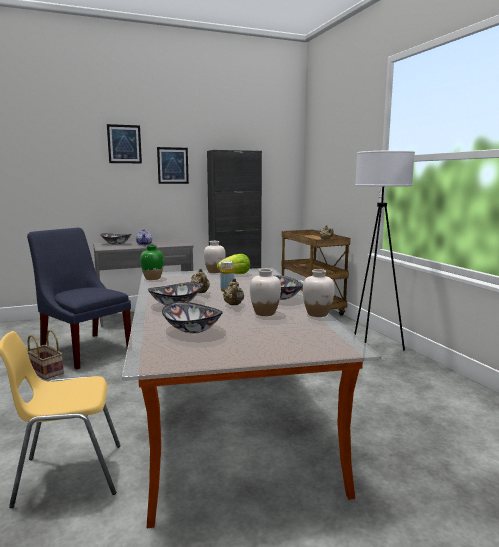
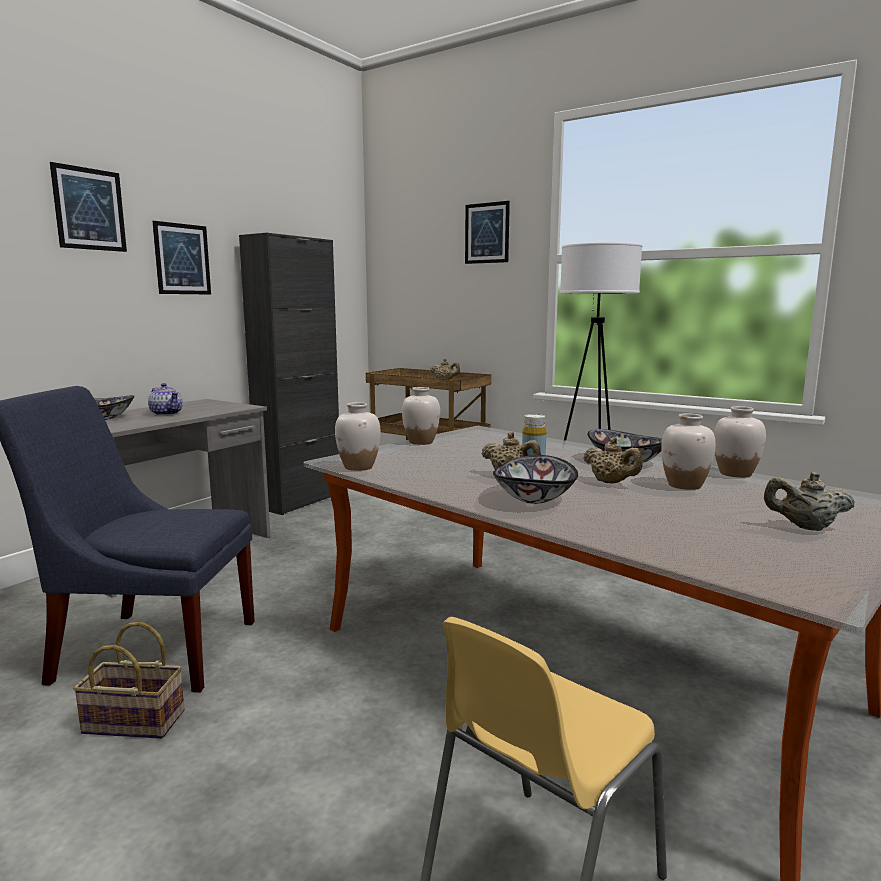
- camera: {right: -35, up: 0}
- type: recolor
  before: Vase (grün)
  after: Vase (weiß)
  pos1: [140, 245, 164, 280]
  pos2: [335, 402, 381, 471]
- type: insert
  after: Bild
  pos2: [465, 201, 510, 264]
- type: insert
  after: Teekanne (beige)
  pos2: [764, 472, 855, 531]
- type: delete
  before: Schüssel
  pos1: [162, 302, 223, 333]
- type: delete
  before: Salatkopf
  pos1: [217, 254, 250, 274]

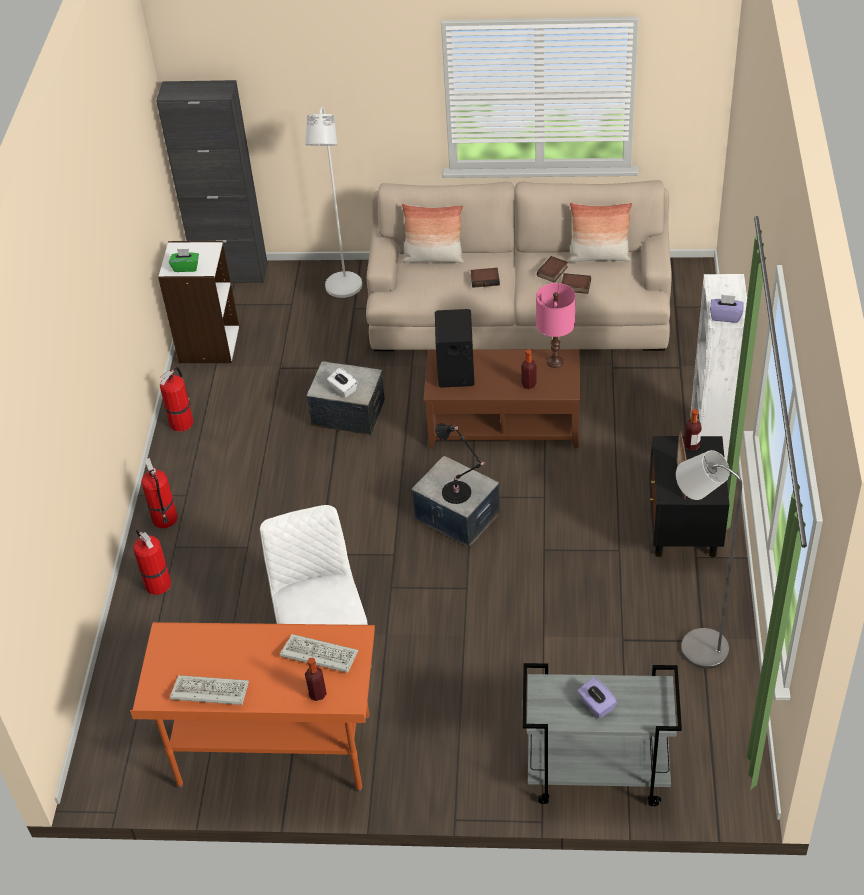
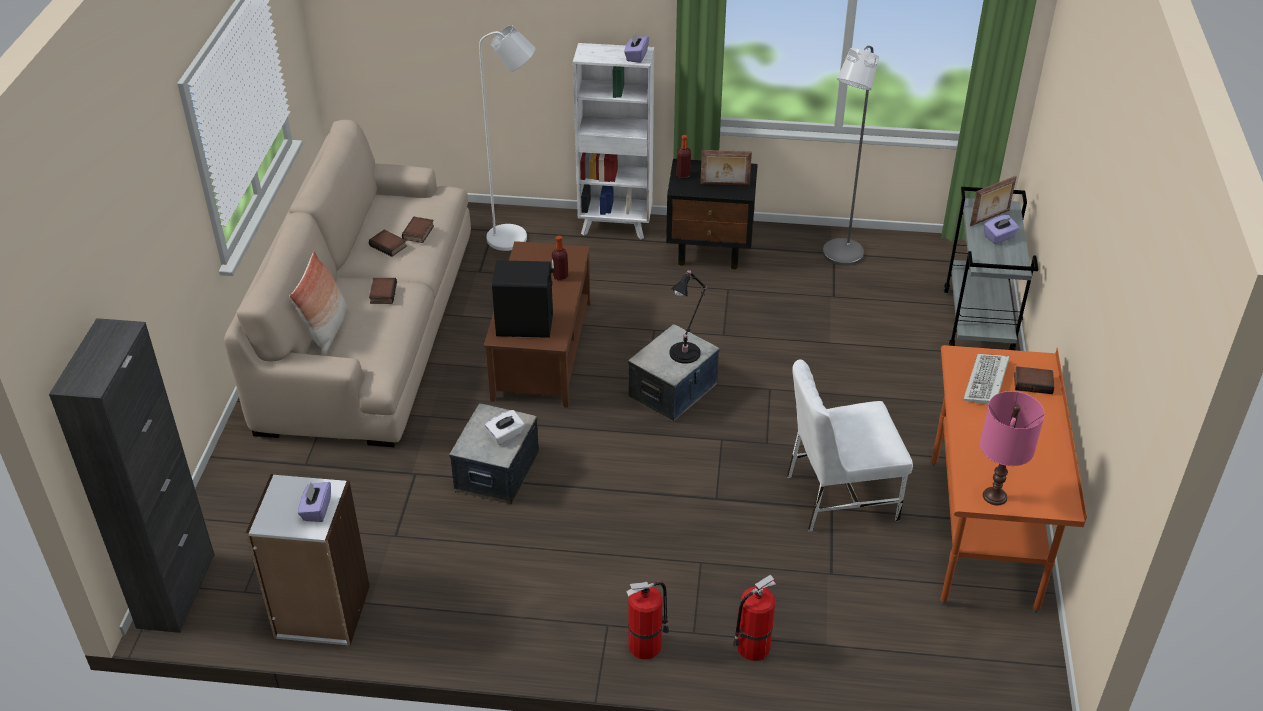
- camera: {right: -90, up: -5}
- type: recolor
  before: Taschentuchbox (grün)
  after: Taschentuchbox (lila)
  pos1: [169, 249, 199, 272]
  pos2: [298, 482, 331, 522]
- type: move
  before: Stehlampe (weiß)
  pos1: [305, 107, 362, 298]
  pos2: [479, 25, 536, 251]
- type: insert
  after: Bilderrahmen
  pos2: [970, 176, 1017, 226]
- type: move
  before: Tischlampe (rosa)
  pos1: [536, 283, 575, 368]
  pos2: [980, 391, 1045, 505]
- type: replace
  before: Flasche
  after: Buch
  pos1: [305, 658, 327, 701]
  pos2: [1014, 366, 1054, 394]
- type: delete
  before: Feuerlöscher
  pos1: [160, 367, 194, 432]
- type: delete
  before: Tastatur
  pos1: [170, 675, 249, 705]
- type: delete
  before: Kissen
  pos1: [568, 203, 632, 263]

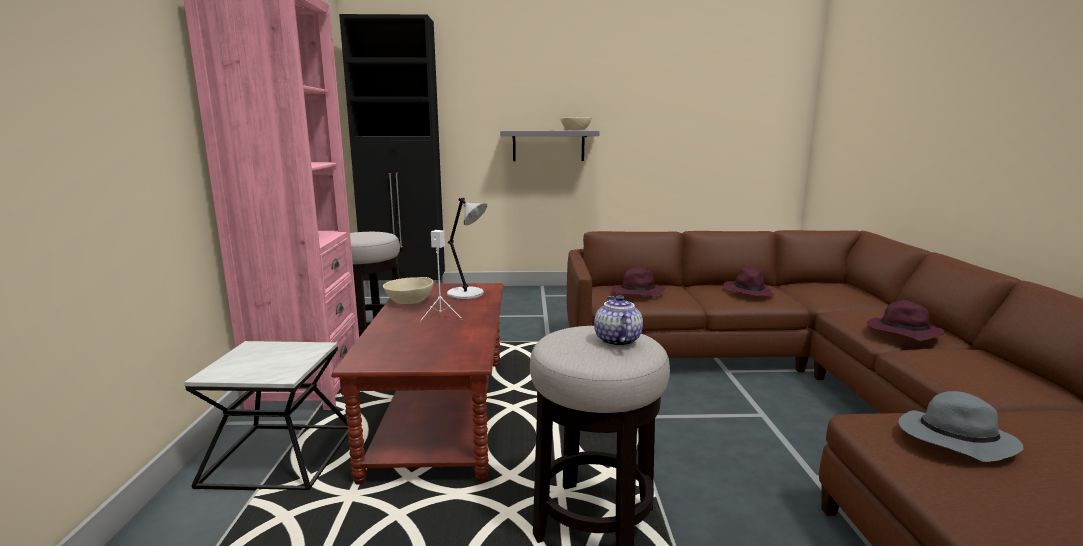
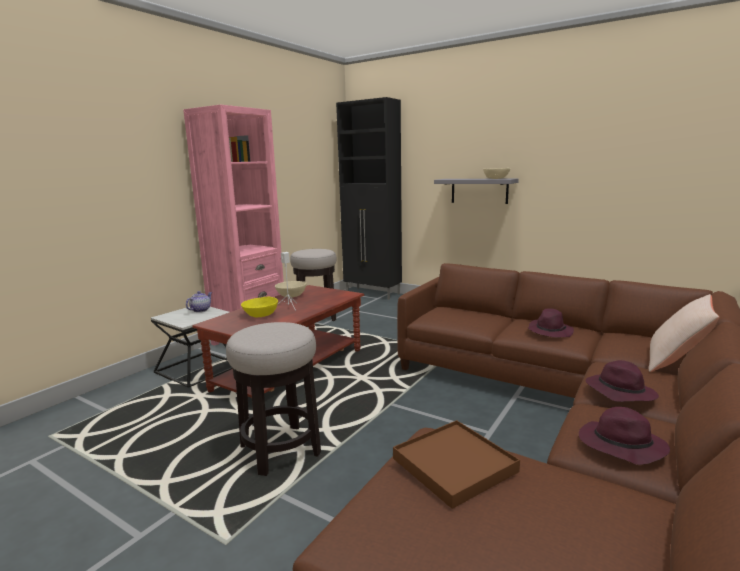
- camera: {right: 35, up: 0}
- type: move
  before: Teekanne
  pos1: [594, 295, 643, 347]
  pos2: [186, 291, 212, 312]
- type: insert
  after: Schüssel (gelb)
  pos2: [241, 297, 278, 317]
- type: replace
  before: Hut (grau)
  after: Tablett (braun)
  pos1: [899, 391, 1023, 462]
  pos2: [393, 420, 520, 509]
- type: move
  before: Hut (lila)
  pos1: [611, 267, 665, 297]
  pos2: [579, 407, 670, 465]
- type: insert
  after: Kissen (beige)
  pos2: [649, 294, 719, 372]
- type: delete
  before: Tischlampe (grau)
  pos1: [447, 198, 487, 299]

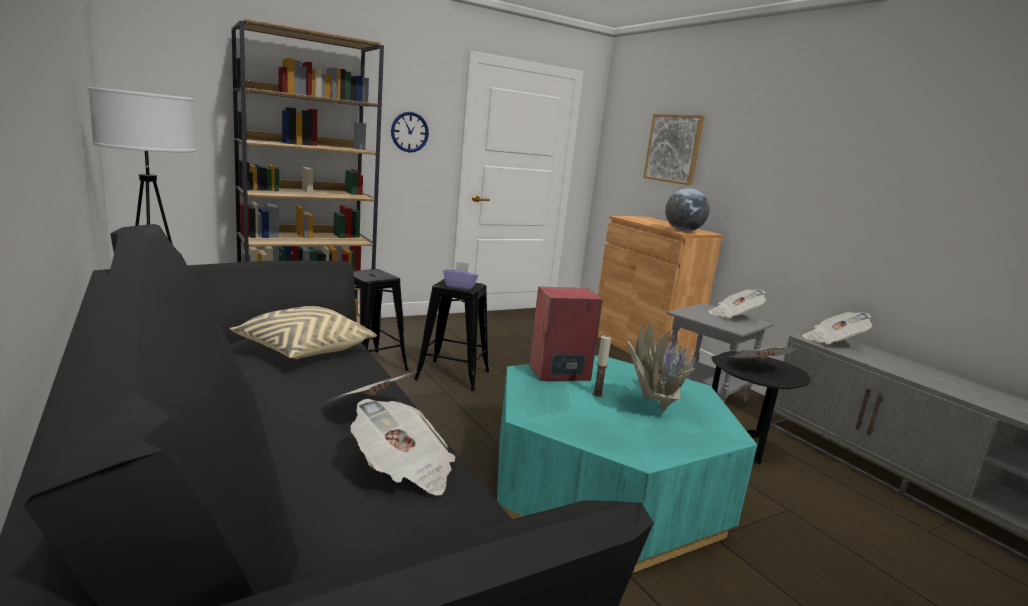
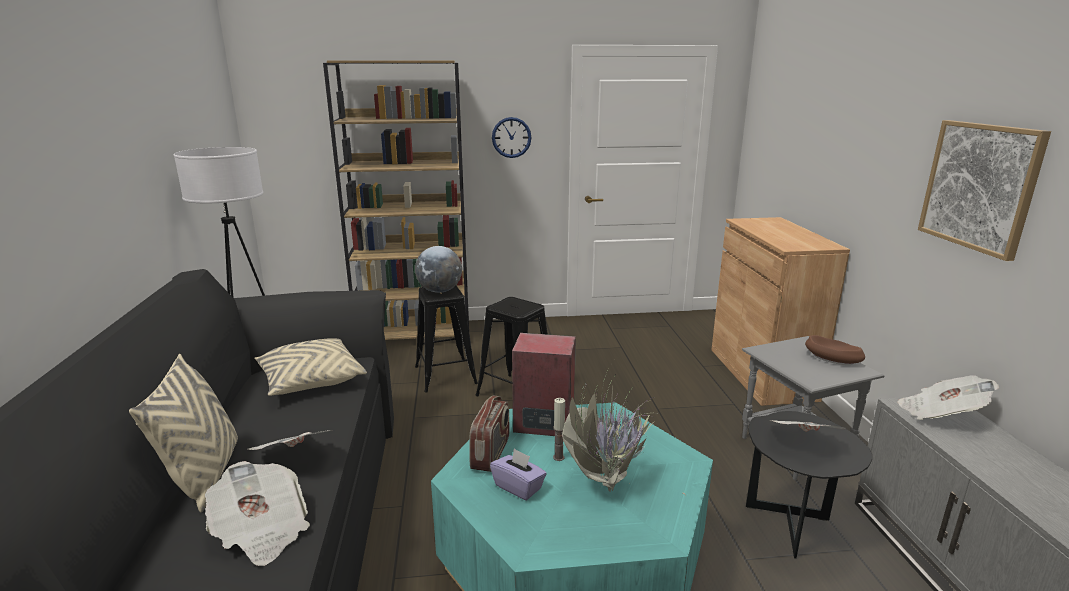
- camera: {right: 25, up: 5}
- type: insert
  after: Kissen (beige)
  pos2: [129, 354, 238, 512]
- type: move
  before: Globus
  pos1: [665, 188, 710, 232]
  pos2: [415, 246, 462, 293]
- type: insert
  after: Radio
  pos2: [469, 396, 510, 472]
- type: move
  before: Taschentuchbox (lila)
  pos1: [443, 262, 478, 290]
  pos2: [490, 448, 547, 500]
- type: replace
  before: Zeitung
  after: Schüssel (braun)
  pos1: [708, 289, 766, 318]
  pos2: [805, 335, 865, 365]
- type: move
  before: Bild
  pos1: [643, 114, 705, 185]
  pos2: [918, 120, 1051, 261]

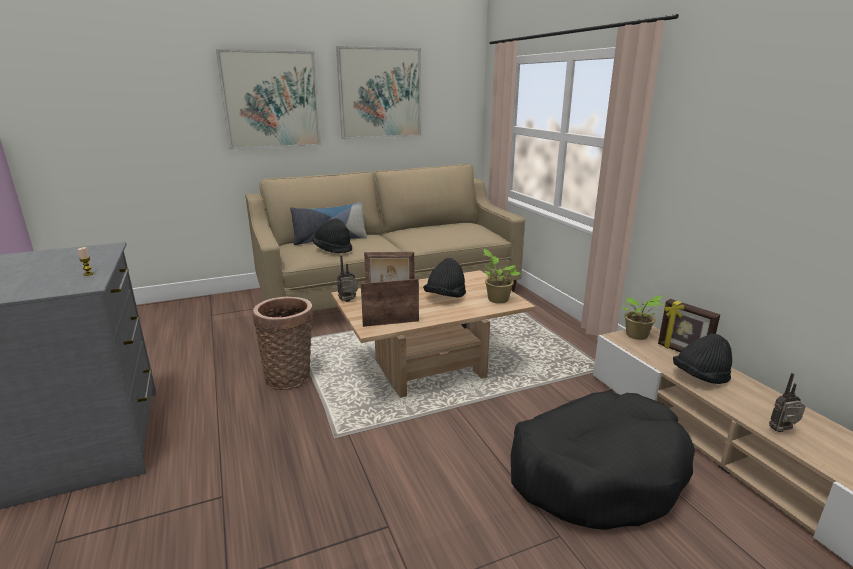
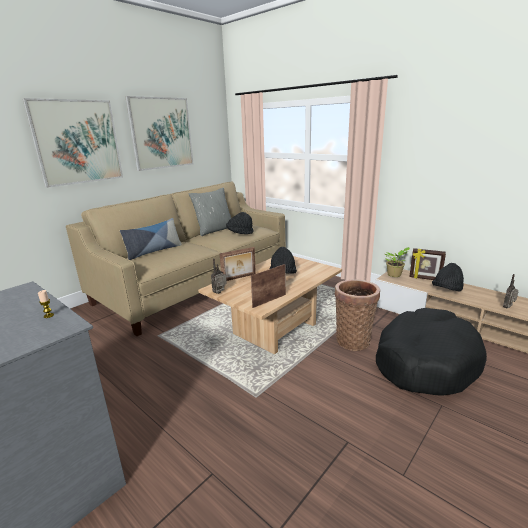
- camera: {right: -25, up: 0}
- type: insert
  after: Kissen (grau)
  pos2: [188, 188, 231, 236]
- type: move
  before: Hut (schwarz)
  pos1: [312, 218, 352, 253]
  pos2: [226, 212, 254, 234]
- type: move
  before: Korb
  pos1: [253, 297, 314, 390]
  pos2: [335, 279, 380, 351]
- type: delete
  before: Topfpflanze
  pos1: [483, 249, 521, 304]

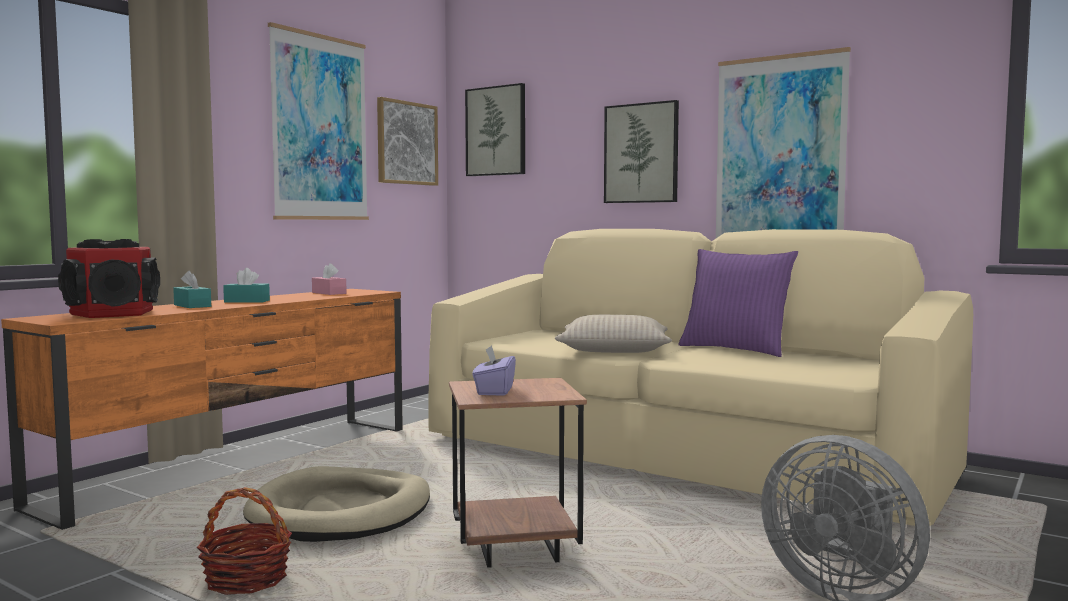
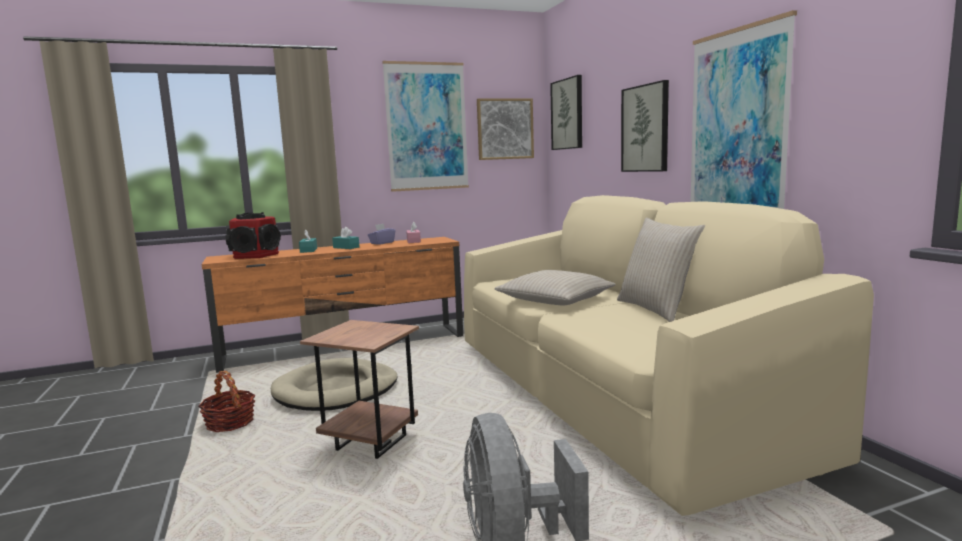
- camera: {right: 35, up: 5}
- type: move
  before: Taschentuchbox (lila)
  pos1: [472, 345, 516, 396]
  pos2: [368, 224, 395, 245]
- type: recolor
  before: Kissen (lila)
  after: Kissen (beige)
  pos1: [679, 249, 798, 357]
  pos2: [617, 218, 705, 322]

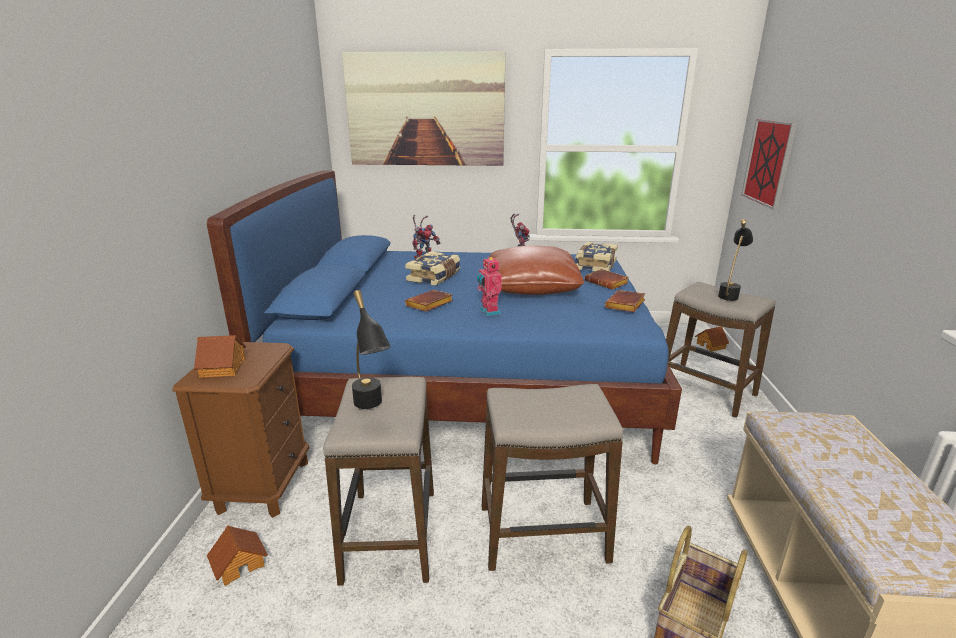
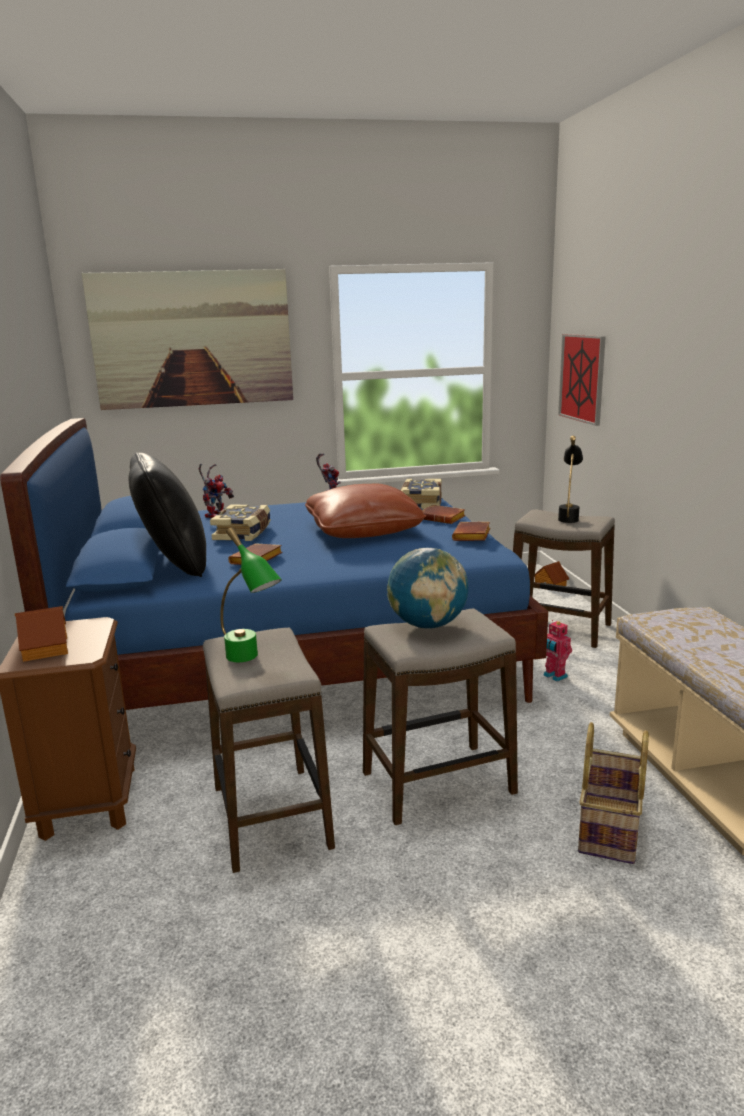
- camera: {right: -15, up: -5}
- type: insert
  after: Kissen (schwarz)
  pos2: [129, 453, 206, 577]
- type: recolor
  before: Tischlampe (schwarz)
  after: Tischlampe (grün)
  pos1: [352, 290, 391, 409]
  pos2: [220, 527, 282, 662]
- type: insert
  after: Globus
  pos2: [387, 548, 468, 629]
- type: move
  before: Spielzeugroboter
  pos1: [477, 256, 502, 316]
  pos2: [543, 620, 572, 682]
- type: delete
  before: Spielzeughaus
  pos1: [207, 525, 268, 586]

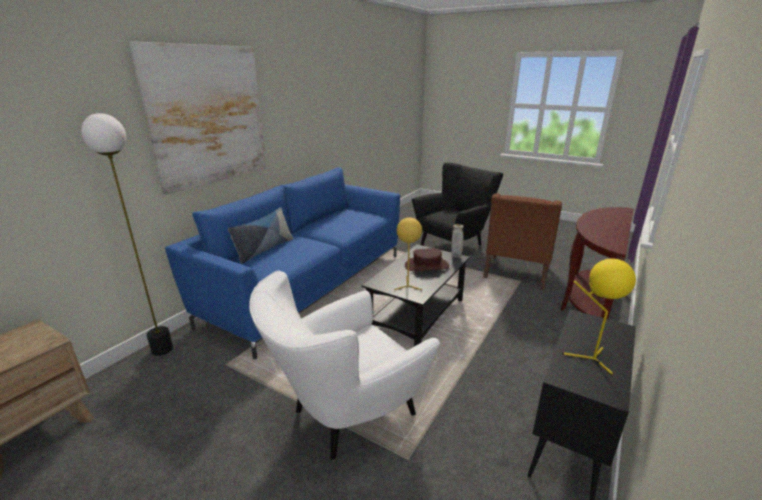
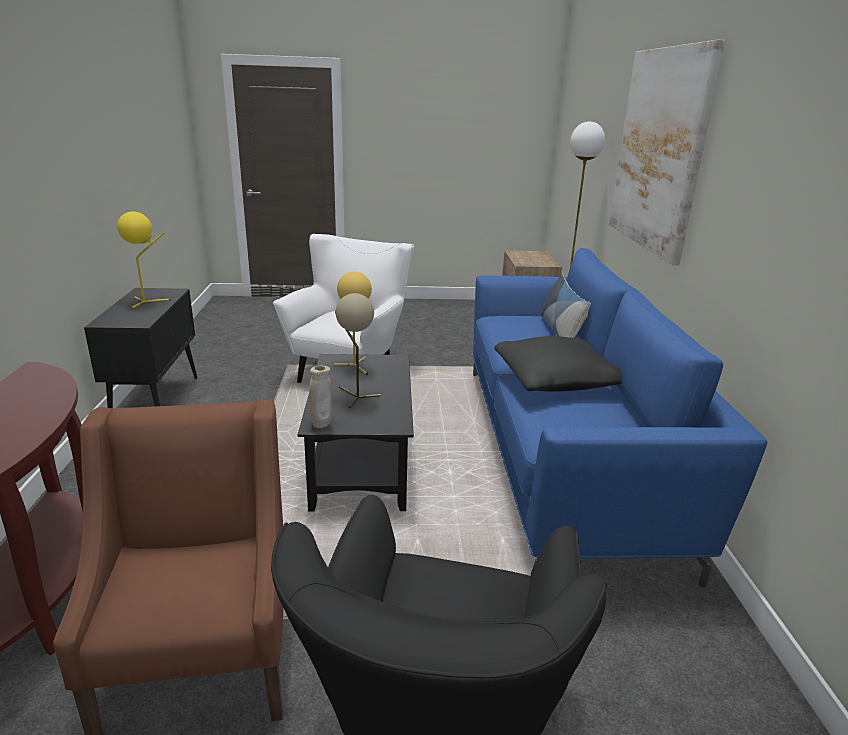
- camera: {right: 145, up: 0}
- type: replace
  before: Hut (braun)
  after: Tischlampe (beige)
  pos1: [405, 248, 450, 271]
  pos2: [335, 293, 381, 408]
- type: insert
  after: Kissen (schwarz)
  pos2: [494, 336, 622, 392]

